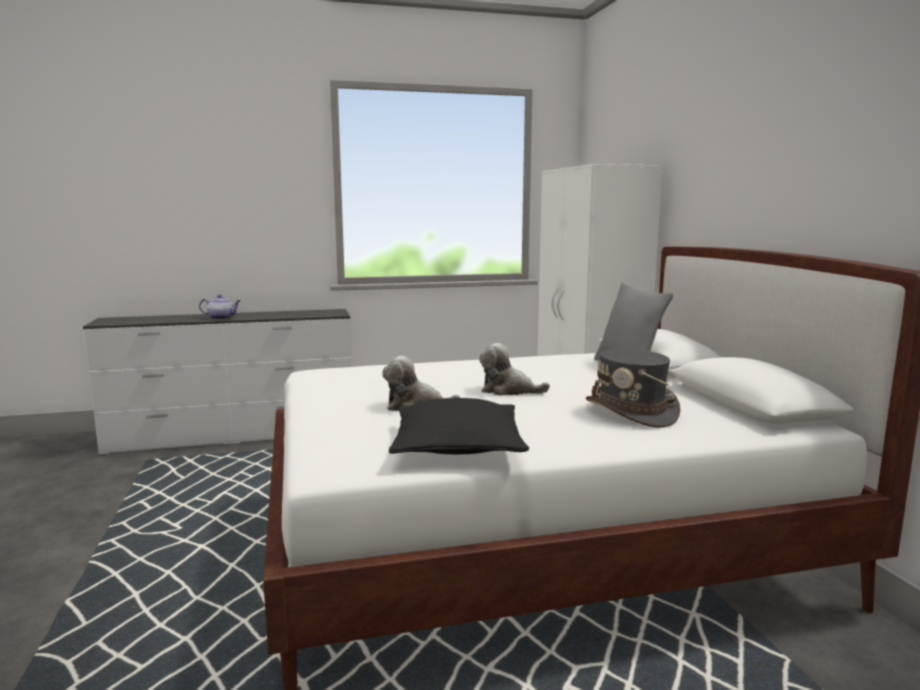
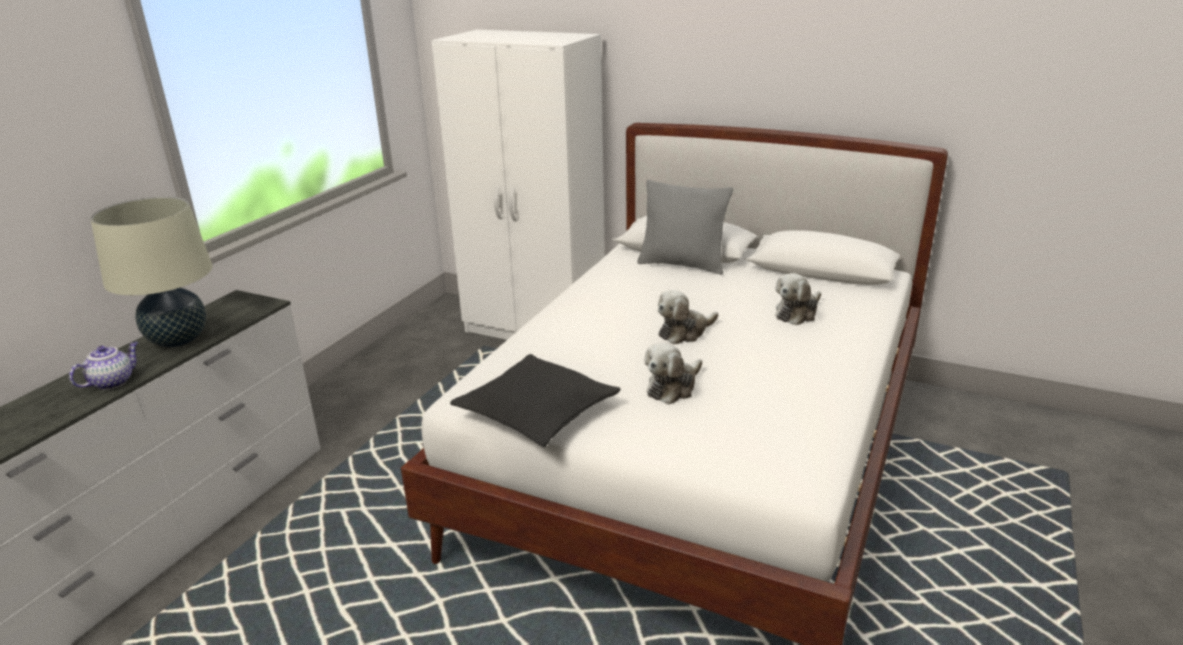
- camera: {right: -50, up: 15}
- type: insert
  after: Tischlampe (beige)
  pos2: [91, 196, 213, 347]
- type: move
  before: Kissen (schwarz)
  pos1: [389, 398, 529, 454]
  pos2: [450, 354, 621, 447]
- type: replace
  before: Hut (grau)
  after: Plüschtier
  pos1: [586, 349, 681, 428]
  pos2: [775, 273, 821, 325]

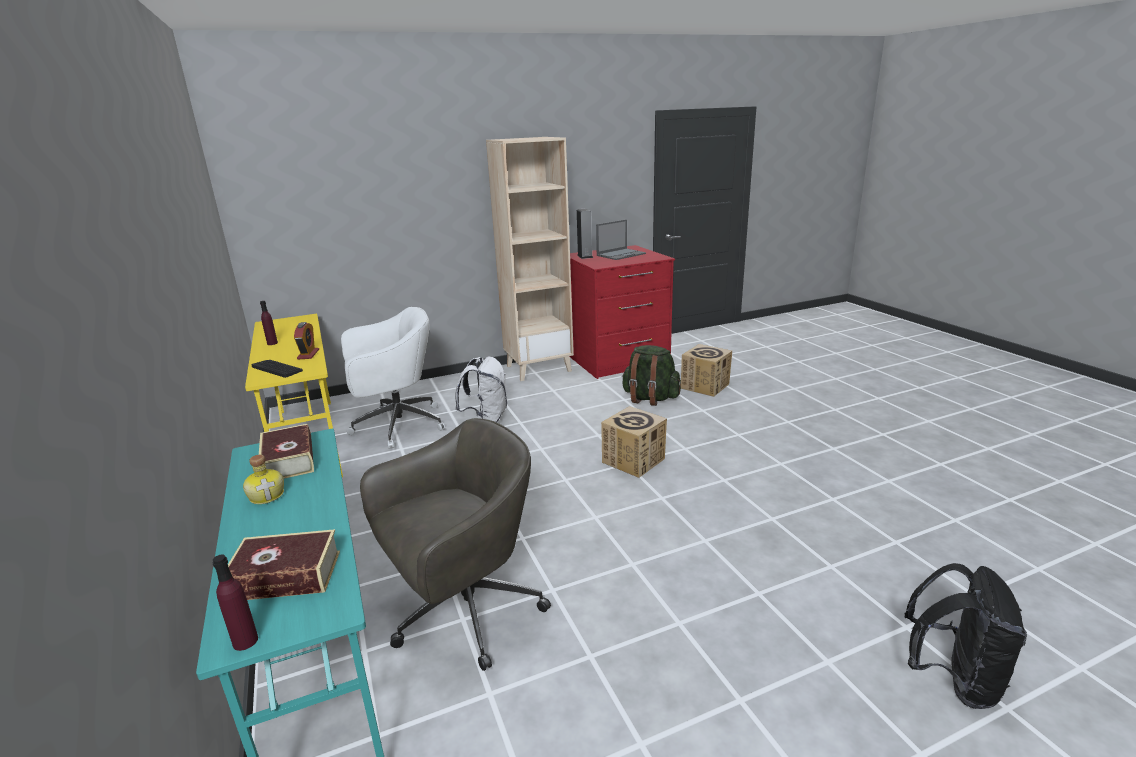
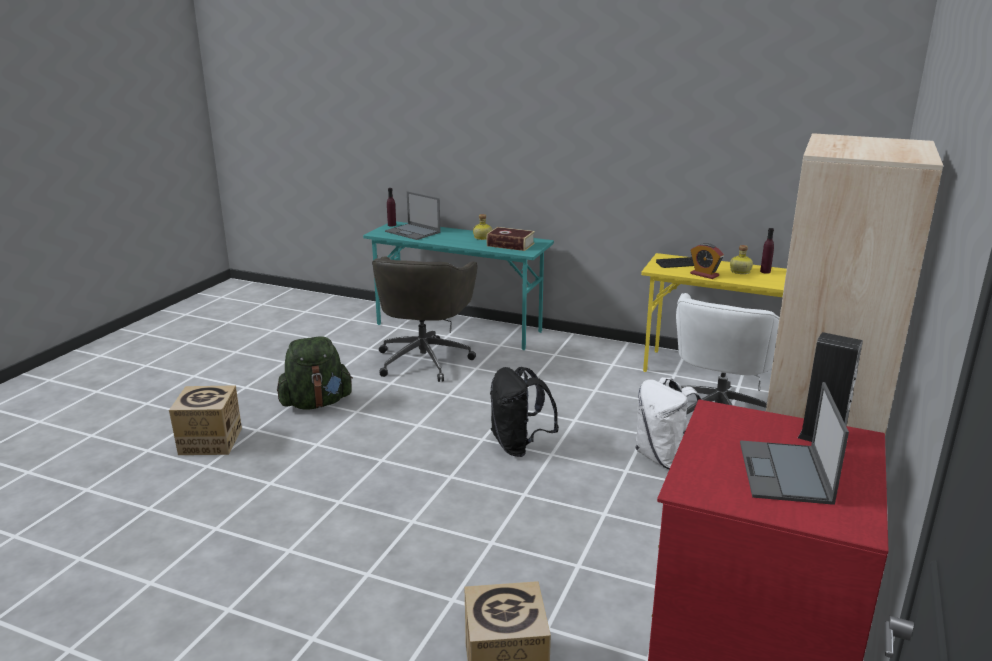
- camera: {right: 135, up: 0}
- type: move
  before: Karton
  pos1: [601, 406, 667, 478]
  pos2: [169, 385, 242, 455]
- type: move
  before: Rucksack (grün)
  pos1: [622, 345, 681, 406]
  pos2: [277, 336, 353, 409]
- type: replace
  before: Buch
  after: Laptop
  pos1: [228, 529, 340, 600]
  pos2: [385, 191, 441, 240]
- type: move
  before: Rucksack (schwarz)
  pos1: [904, 563, 1027, 709]
  pos2: [490, 367, 559, 457]
- type: insert
  after: Flasche
  pos2: [730, 245, 753, 274]

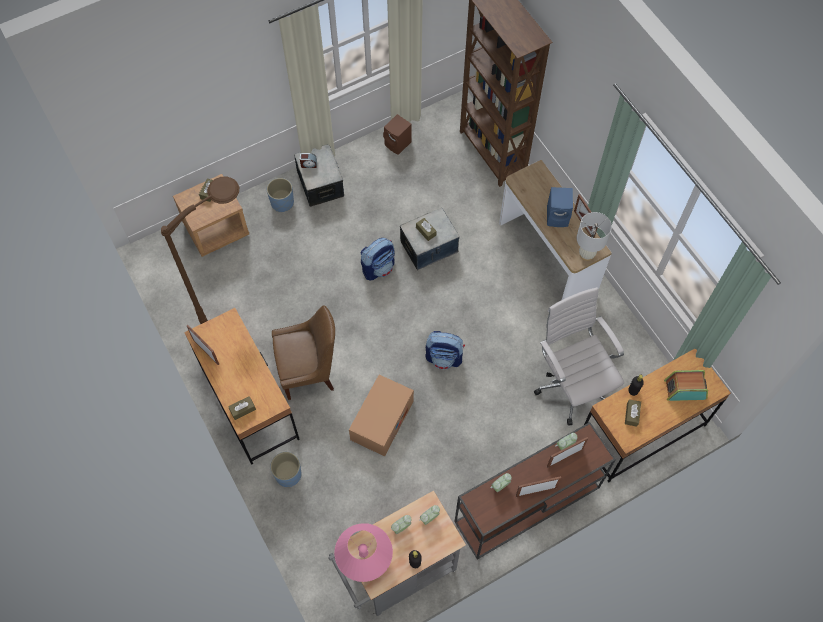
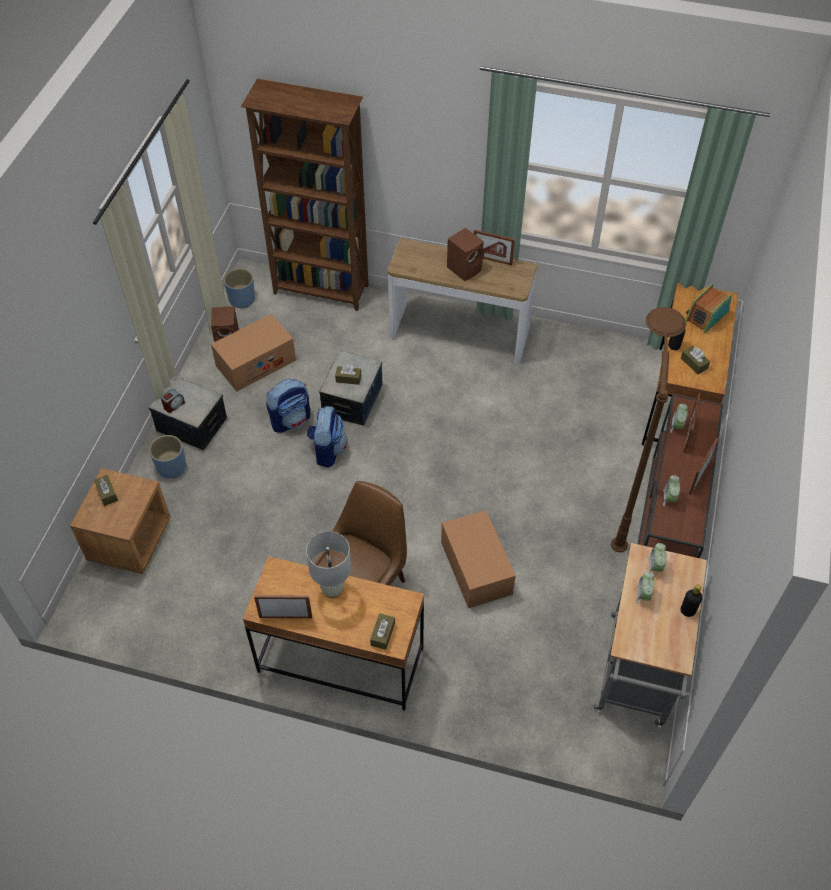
- camera: {right: -45, up: -10}
- type: insert
  after: Karton
  pos2: [211, 314, 296, 392]
- type: move
  before: Pflanzkübel (blau)
  pos1: [270, 452, 302, 487]
  pos2: [224, 268, 255, 308]
- type: move
  before: Rucksack
  pos1: [425, 331, 465, 369]
  pos2: [266, 379, 311, 433]
- type: move
  before: Tischlampe (weiß)
  pos1: [577, 212, 612, 261]
  pos2: [306, 531, 351, 598]
- type: recolor
  before: Lautsprecher (blau)
  after: Lautsprecher (braun)
  pos1: [547, 187, 573, 227]
  pos2: [447, 228, 485, 281]
- type: move
  before: Stehlampe (braun)
  pos1: [161, 177, 239, 324]
  pos2: [611, 307, 686, 552]
- type: delete
  before: Tischlampe (rosa)
  pos1: [334, 523, 393, 582]
- type: delete
  before: Bürostuhl (weiß)
  pos1: [534, 287, 624, 426]

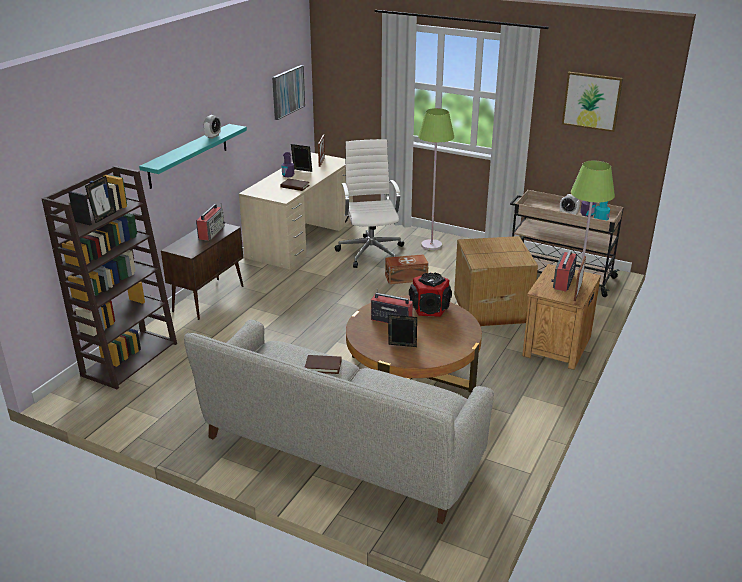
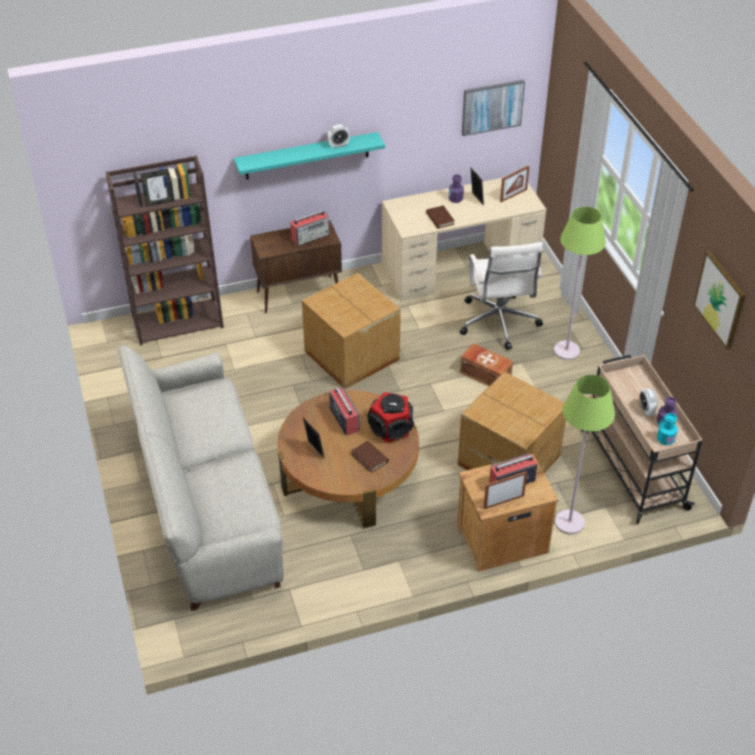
- camera: {right: 45, up: 15}
- type: insert
  after: Karton
  pos2: [302, 273, 401, 389]
- type: move
  before: Buch (braun)
  pos1: [305, 355, 342, 374]
  pos2: [351, 441, 389, 473]
- type: rotate
  before: Bürostuhl (weiß)
  pos1: [335, 139, 404, 268]
  pos2: [460, 242, 543, 350]
  turn: 135

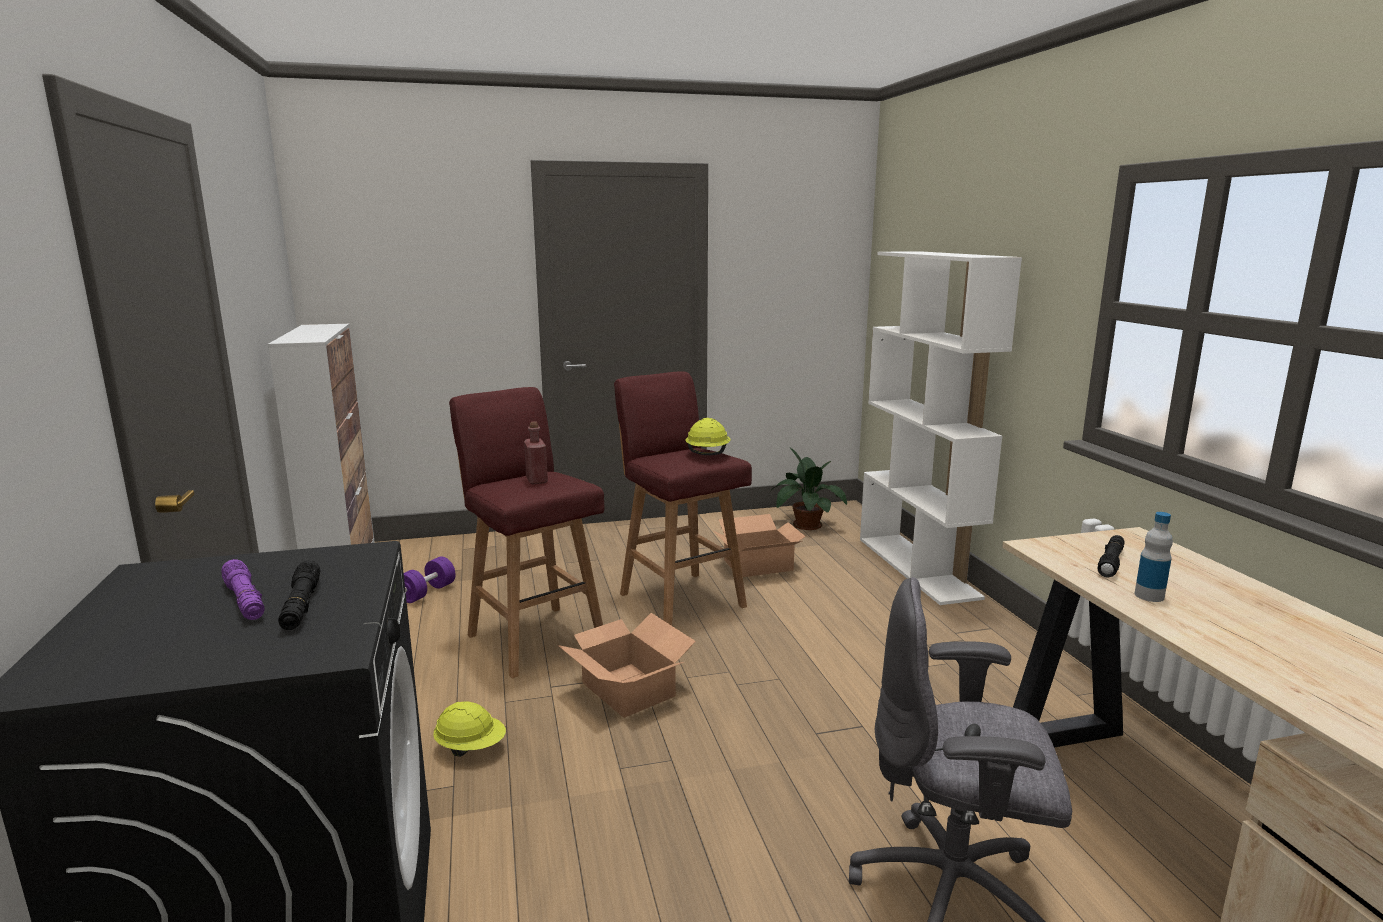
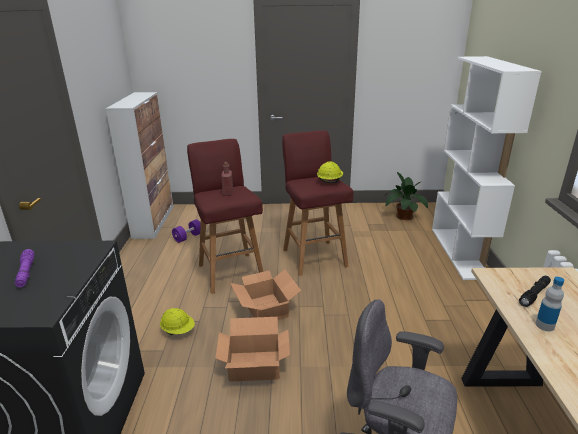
- camera: {right: 15, up: 10}
- type: move
  before: Karton
  pos1: [714, 514, 806, 577]
  pos2: [215, 317, 290, 382]
- type: delete
  before: Taschenlampe (schwarz)
  pos1: [278, 560, 321, 630]

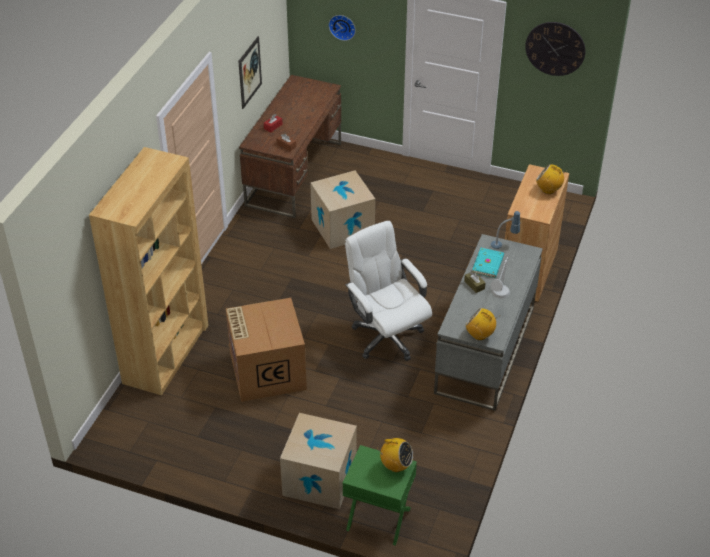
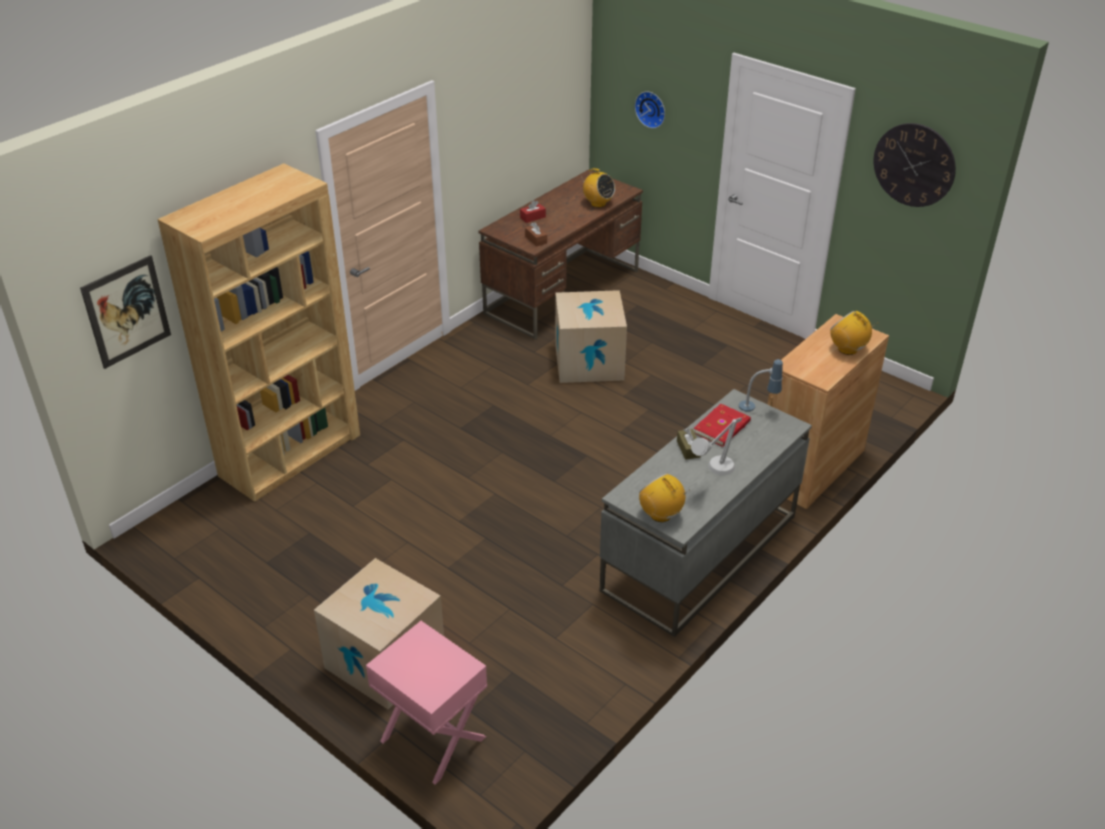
- camera: {right: 20, up: -5}
- type: move
  before: Bild
  pos1: [238, 36, 262, 109]
  pos2: [80, 255, 171, 369]
- type: recolor
  before: Nachttisch (grün)
  after: Nachttisch (rosa)
  pos1: [343, 445, 417, 546]
  pos2: [366, 621, 487, 785]
- type: move
  before: Radio
  pos1: [378, 438, 413, 472]
  pos2: [580, 168, 615, 207]
- type: recolor
  before: Buch (türkis)
  after: Buch (rot)
  pos1: [472, 248, 504, 278]
  pos2: [694, 404, 751, 447]
- type: delete
  before: Karton
  pos1: [226, 298, 307, 402]
- type: delete
  before: Bürostuhl (weiß)
  pos1: [345, 221, 432, 361]

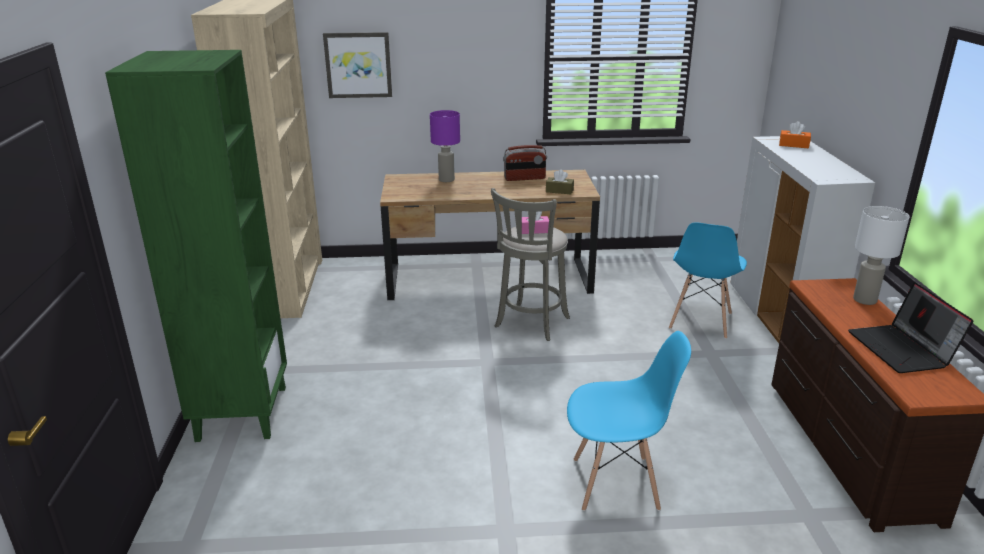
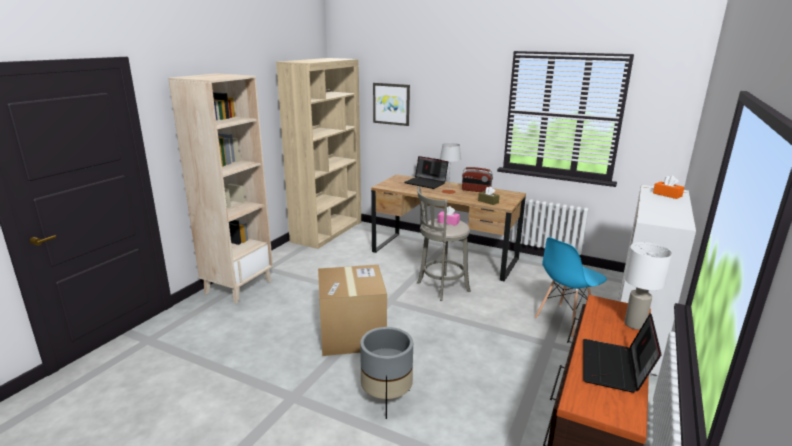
- camera: {right: 30, up: -5}
- type: recolor
  before: Bücherregal (grün)
  after: Bücherregal (beige)
  pos1: [105, 50, 287, 442]
  pos2: [168, 73, 273, 304]
- type: insert
  after: Karton
  pos2: [318, 265, 387, 356]
- type: replace
  before: Stuhl (blau)
  after: Pflanzkübel (grau)
  pos1: [567, 331, 691, 511]
  pos2: [360, 327, 413, 419]
- type: replace
  before: Tischlampe (lila)
  after: Laptop
  pos1: [430, 110, 460, 182]
  pos2: [404, 156, 449, 189]
- type: insert
  after: Tischlampe (grau)
  pos2: [440, 143, 461, 194]

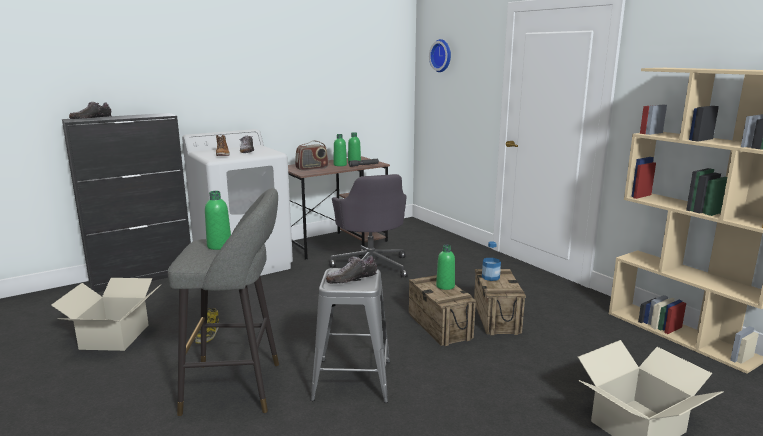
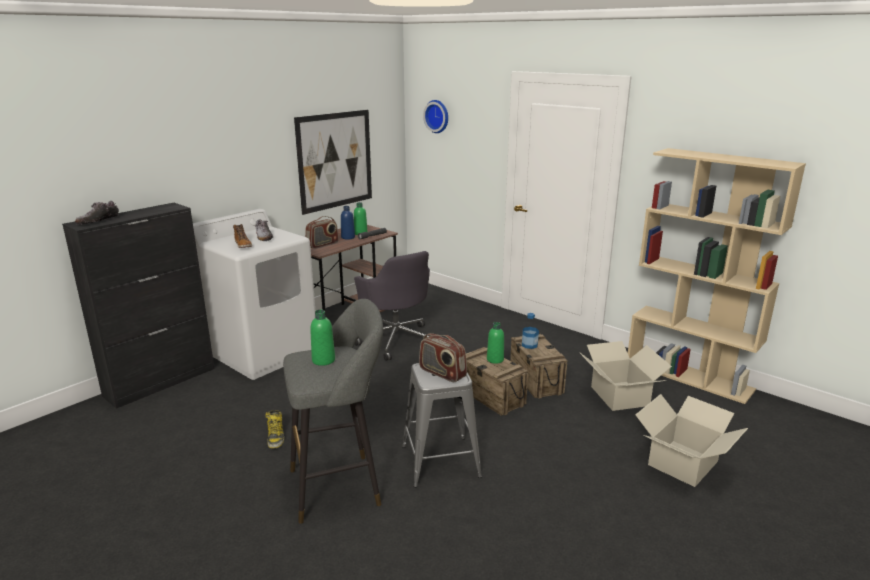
- camera: {right: -15, up: 5}
- type: insert
  after: Bild
  pos2: [294, 110, 372, 215]
- type: recolor
  before: Flasche (grün)
  after: Flasche (blau)
  pos1: [334, 134, 347, 166]
  pos2: [341, 206, 355, 240]
- type: replace
  before: Schuh
  after: Radio
  pos1: [326, 255, 377, 284]
  pos2: [419, 333, 467, 382]
- type: move
  before: Karton
  pos1: [51, 278, 161, 351]
  pos2: [580, 341, 672, 411]

